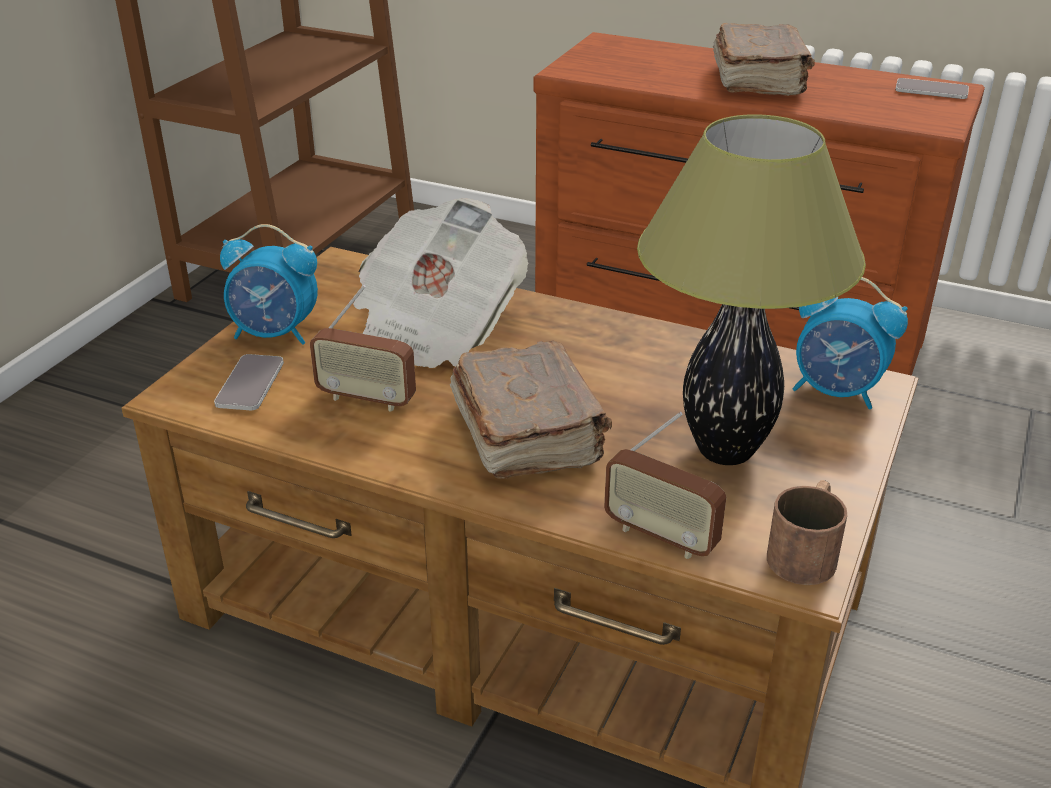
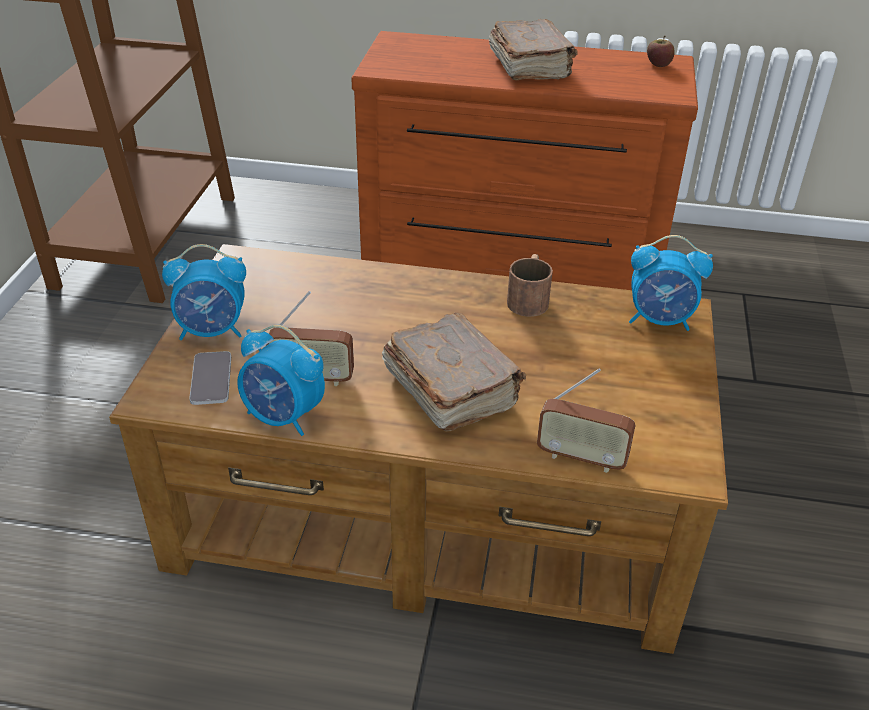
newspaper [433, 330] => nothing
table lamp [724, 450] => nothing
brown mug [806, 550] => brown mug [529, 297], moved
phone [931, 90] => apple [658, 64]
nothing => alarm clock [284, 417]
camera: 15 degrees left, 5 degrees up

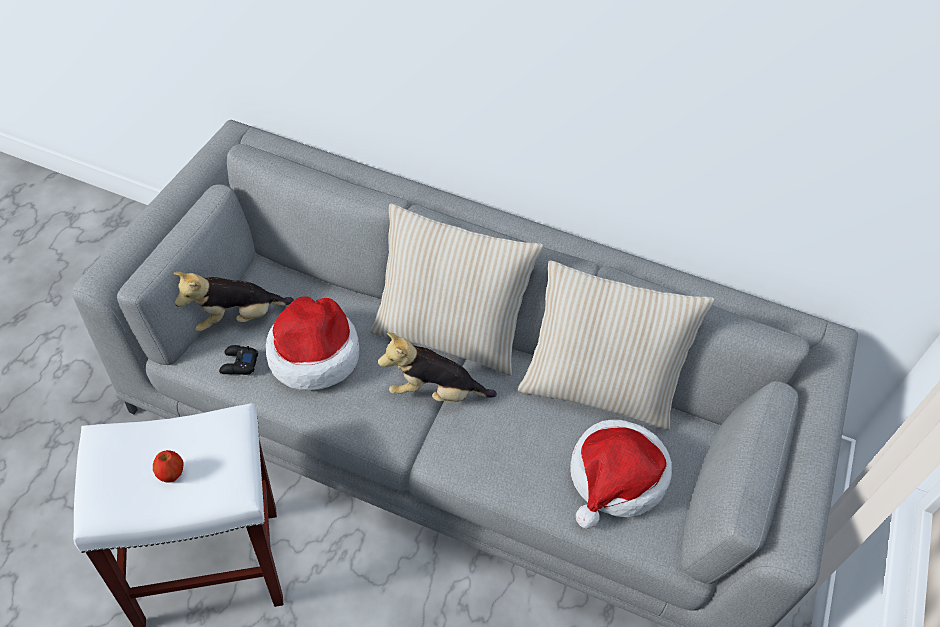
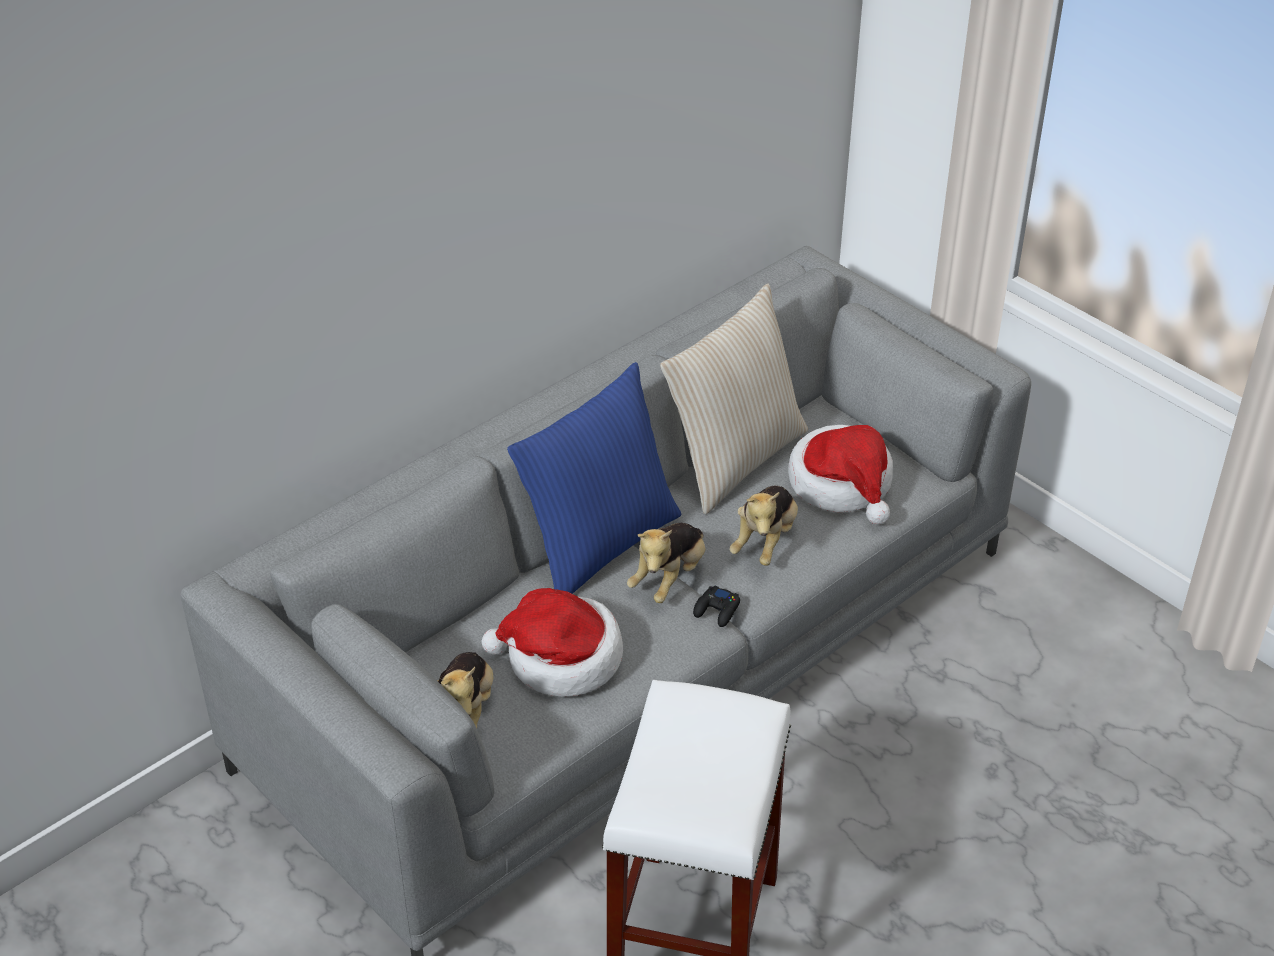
apple [171, 474] => nothing
black game controller [238, 364] => black game controller [717, 610], moved
beige pillow [448, 335] => blue pillow [598, 544]
nothing => plush toy [765, 541]
camera: 60 degrees left, 10 degrees down

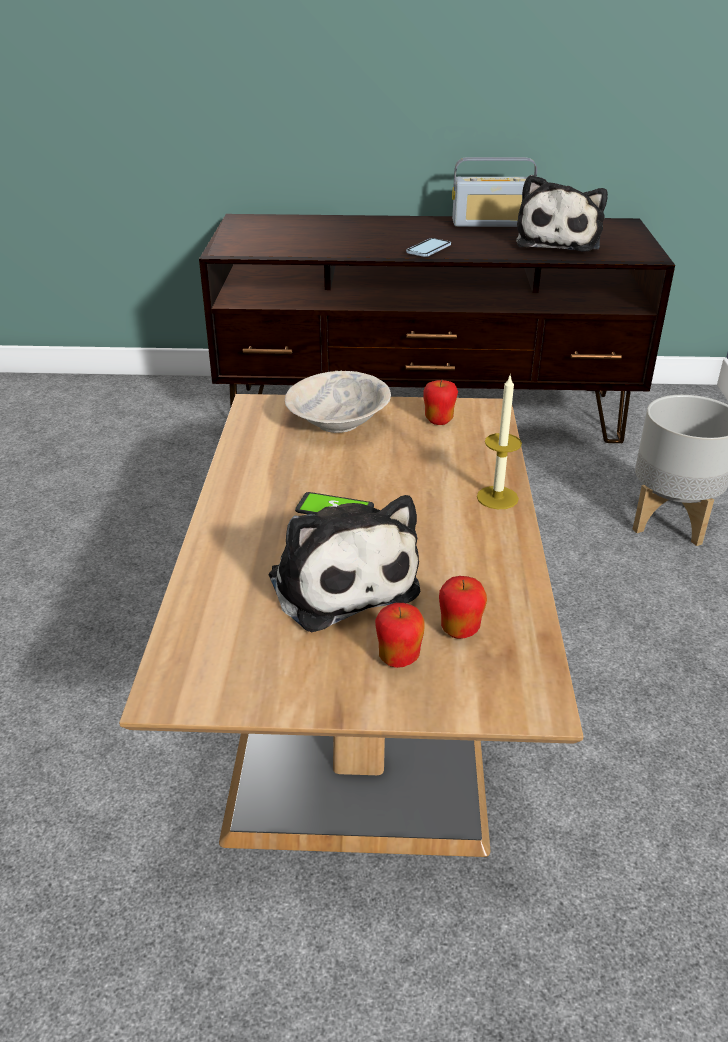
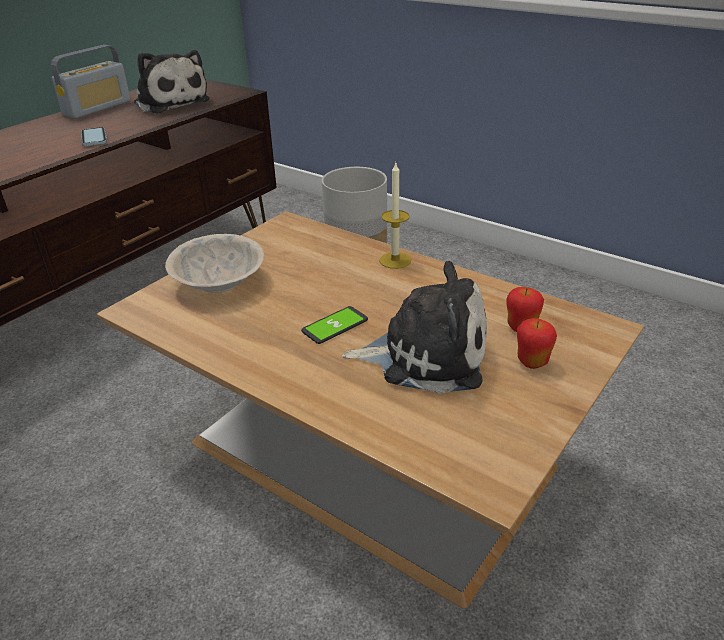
apple [439, 420] => nothing
camera: 55 degrees left, 0 degrees up

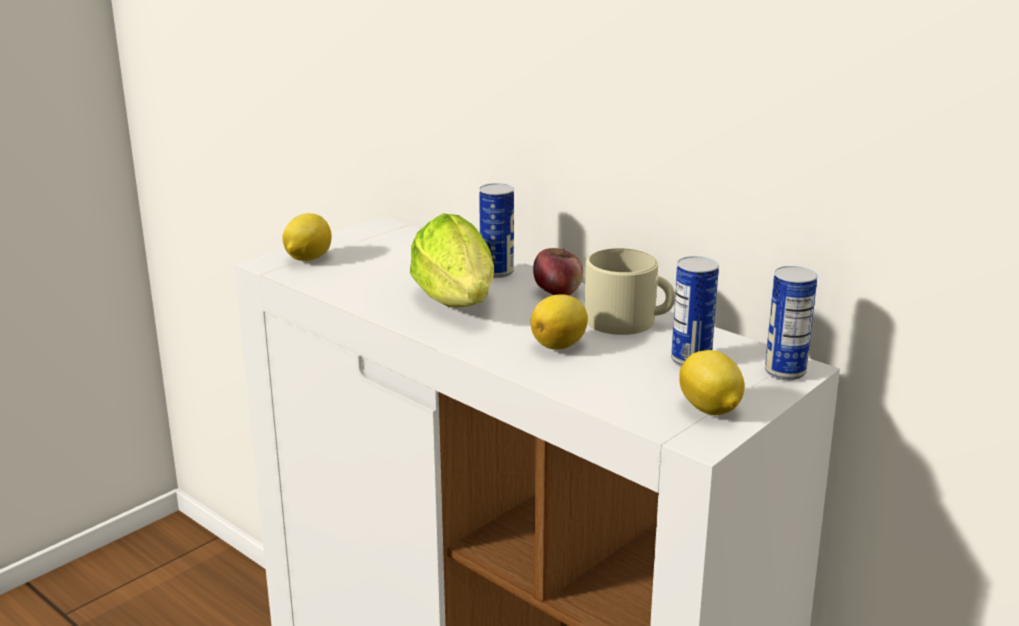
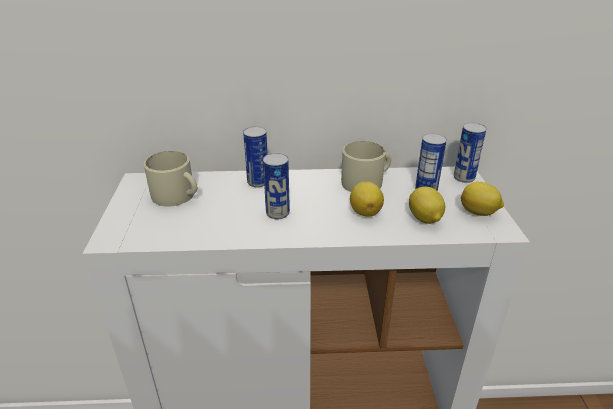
lemon [307, 259] => lemon [424, 219], moved
lettuce [459, 306] => can [277, 213]
apple [558, 292] => nothing
nothing => beige mug [177, 196]
camera: 45 degrees left, 10 degrees up

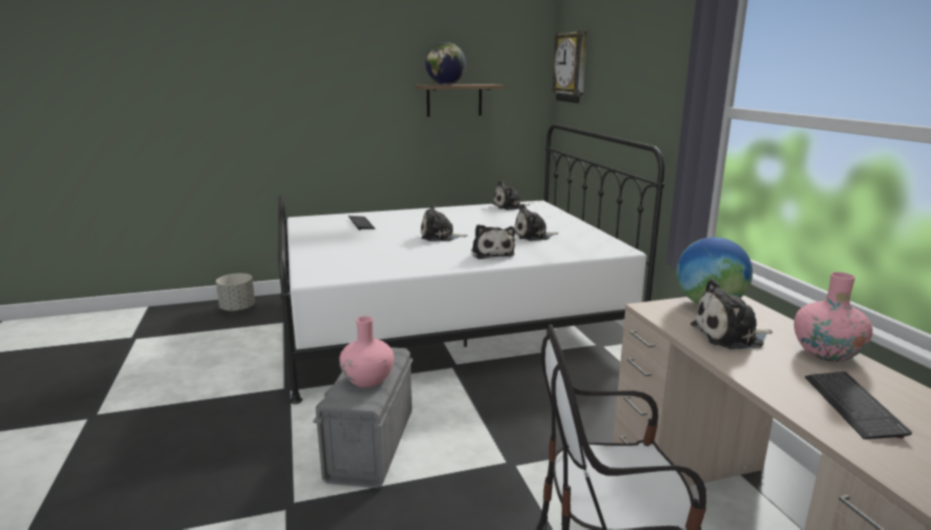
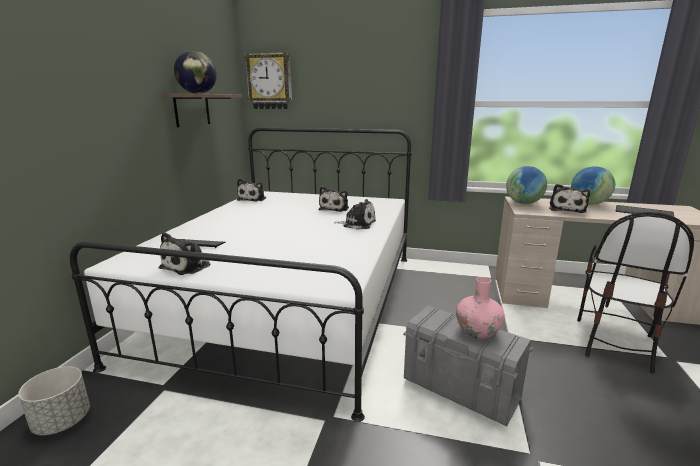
plush toy [440, 237] => plush toy [188, 266], moved
pink vase [826, 353] => globe [588, 203]
camera: 60 degrees left, 0 degrees up

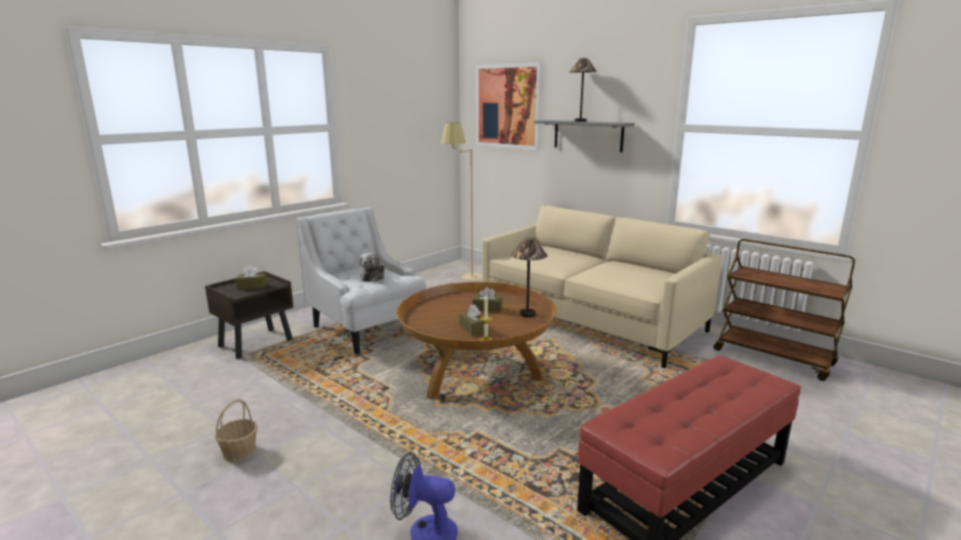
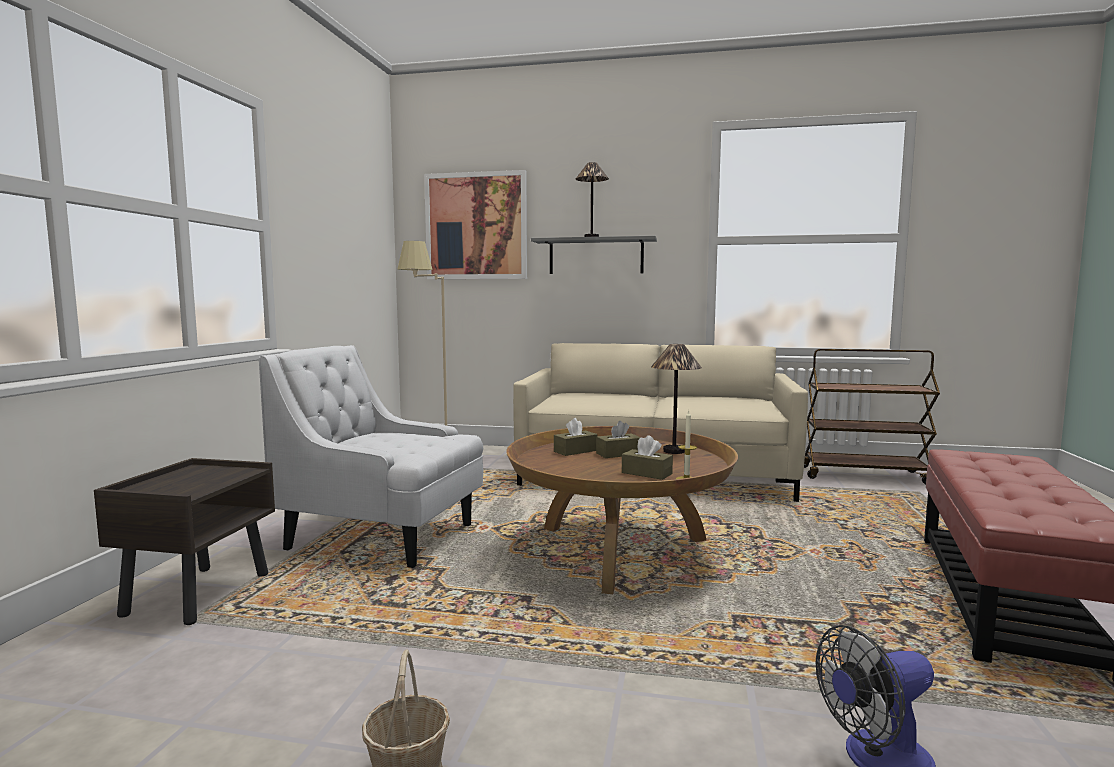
brown tissue box [252, 286] => brown tissue box [575, 451], moved
plush toy [373, 277] => nothing
camera: 30 degrees left, 10 degrees down

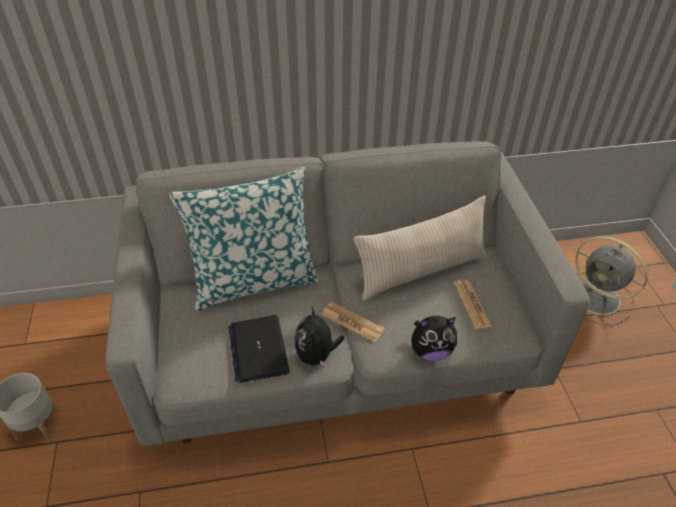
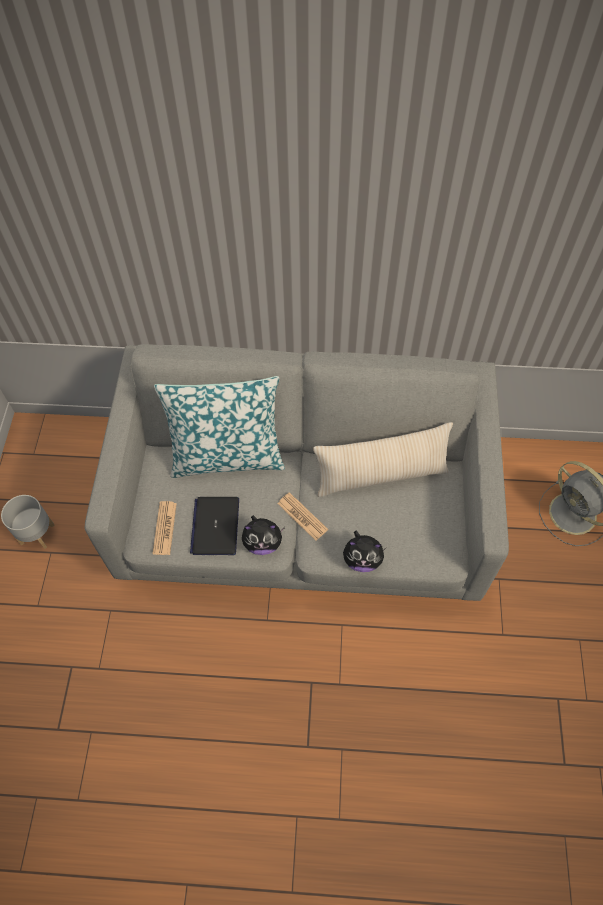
plush toy [316, 356] => plush toy [263, 543], 105 degrees counterclockwise
newspaper [472, 304] => newspaper [165, 528], moved
camera: 15 degrees right, 15 degrees up

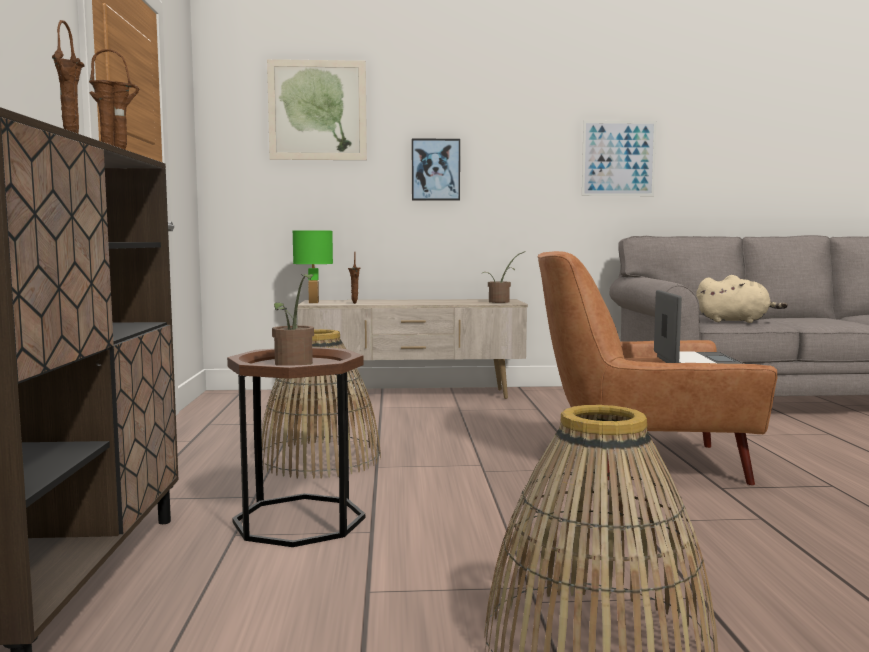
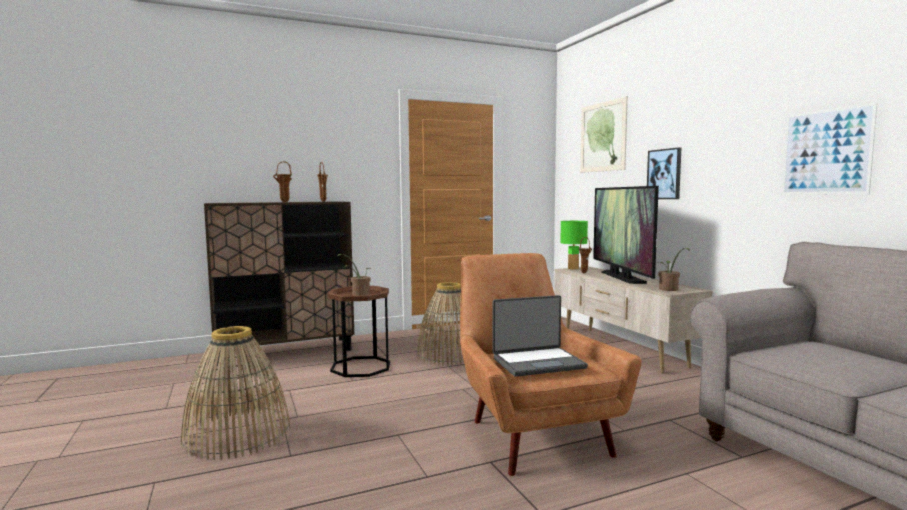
beige plush toy [735, 321] => nothing
nothing => television [621, 277]
camera: 70 degrees right, 0 degrees up

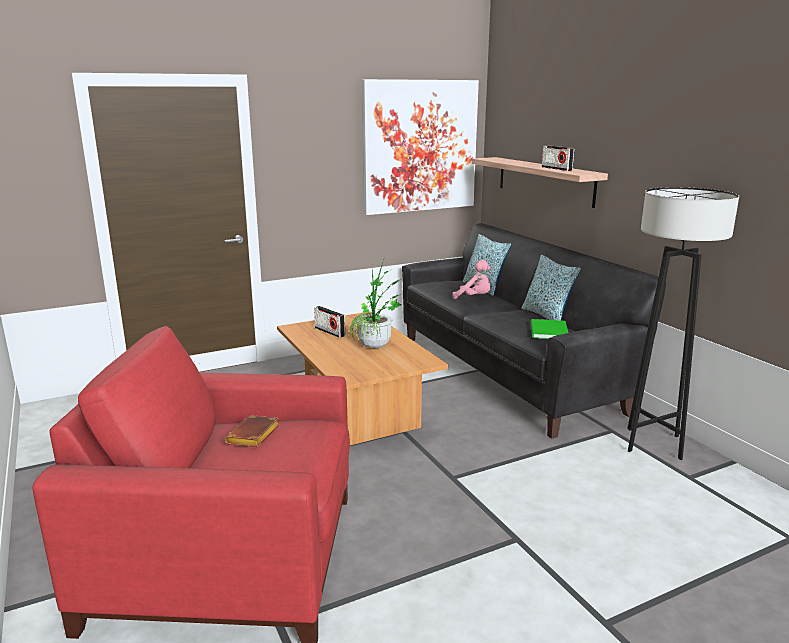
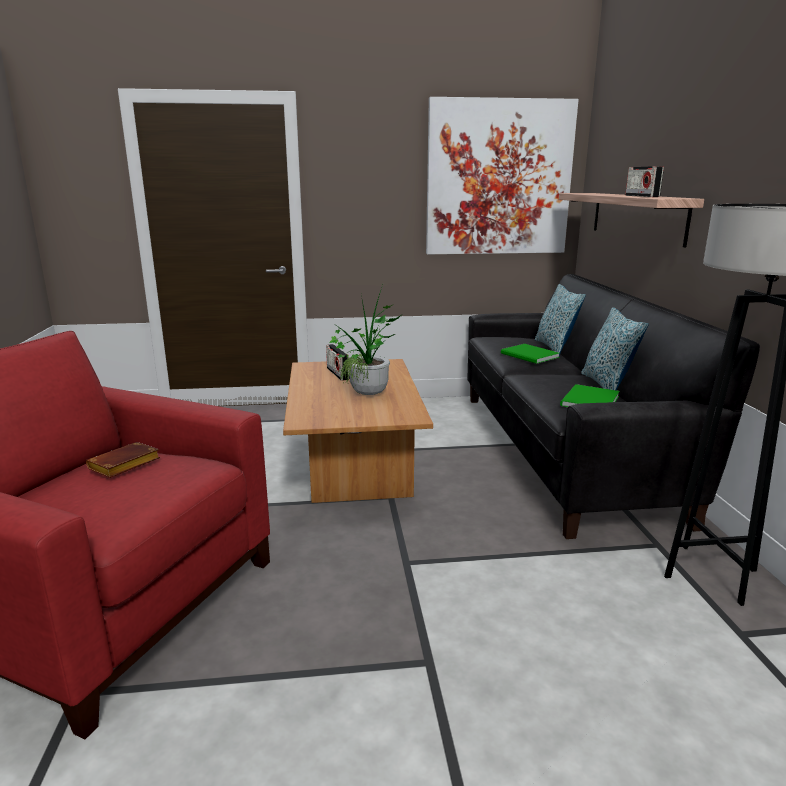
pink plush toy [474, 298] => green book [530, 356]
camera: 20 degrees right, 0 degrees up

